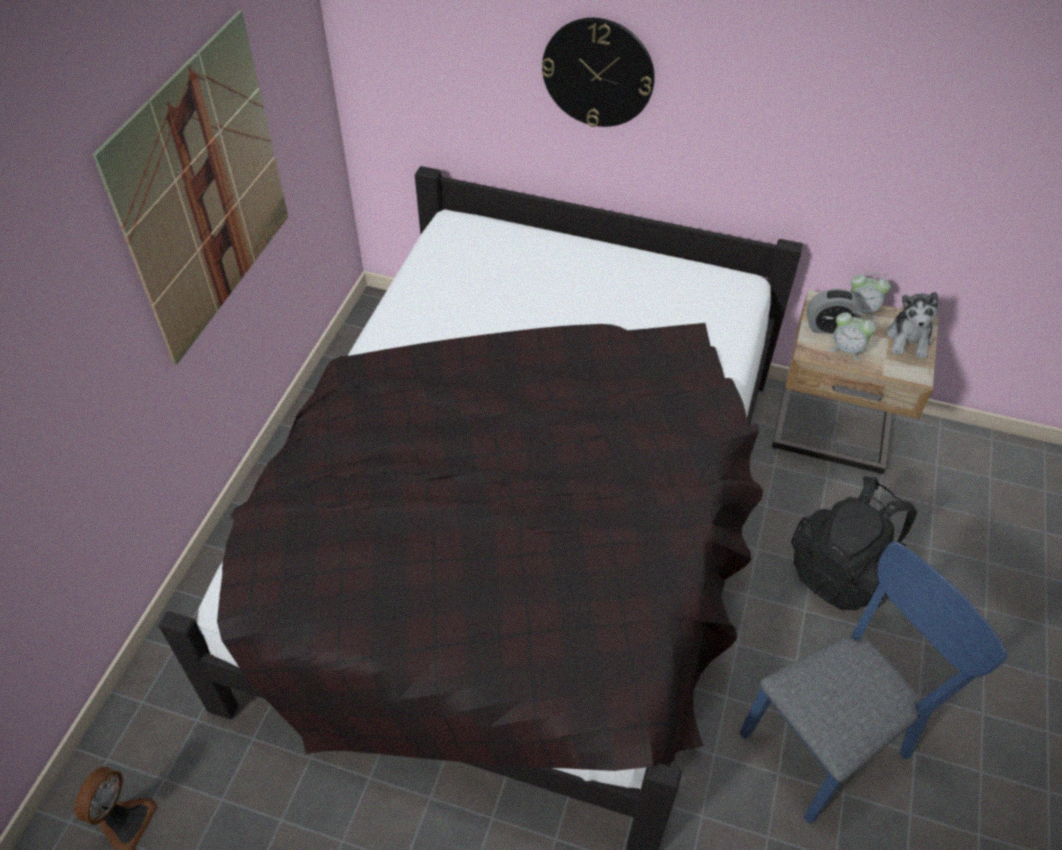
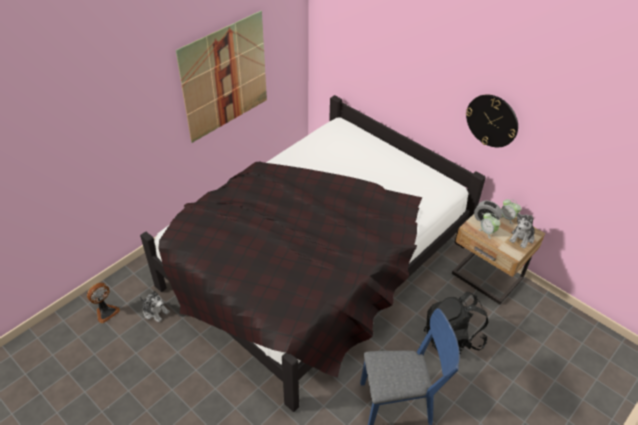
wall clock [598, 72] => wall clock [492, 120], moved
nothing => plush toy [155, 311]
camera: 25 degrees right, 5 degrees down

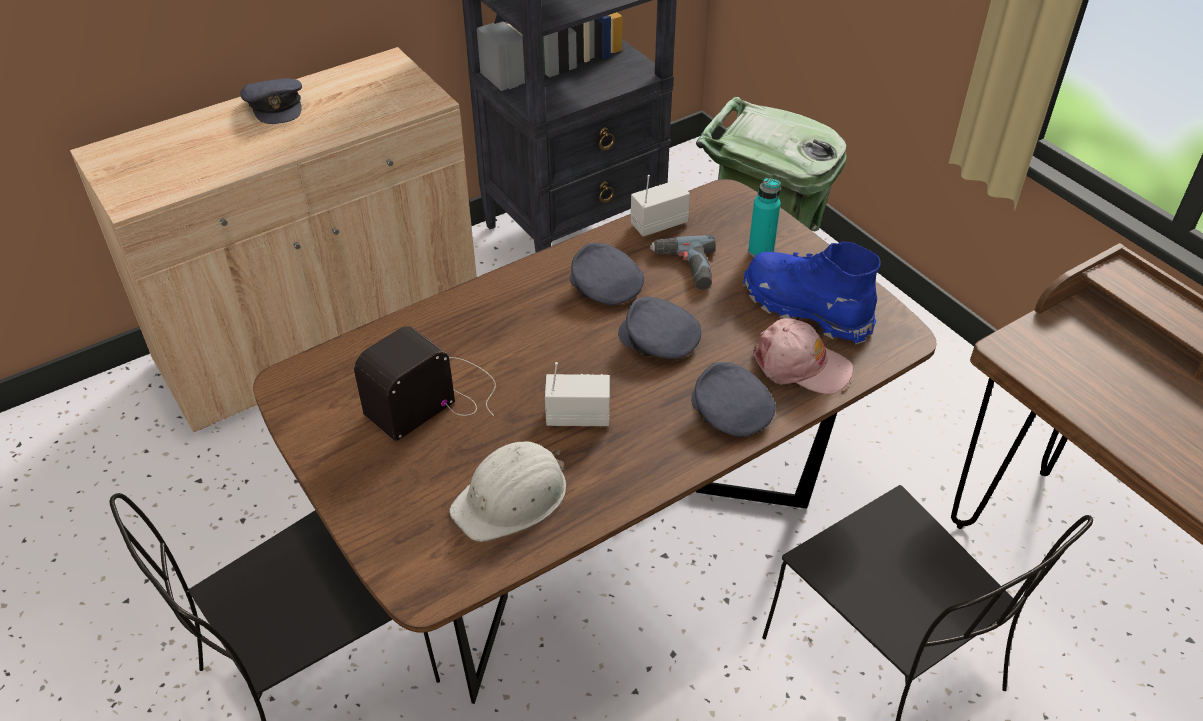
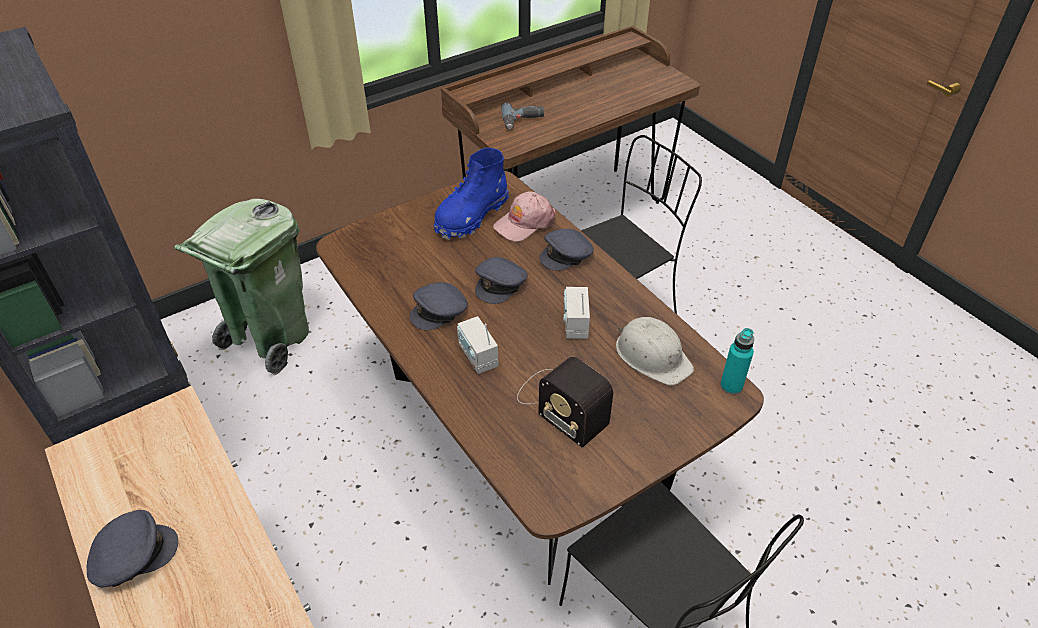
radio [658, 224] => radio [478, 357], moved
power drill [685, 268] => power drill [523, 121], moved
turquoise bottle [760, 251] => turquoise bottle [731, 386], moved
pink cap [800, 365] => pink cap [524, 223], 150 degrees counterclockwise
camera: 90 degrees left, 0 degrees up

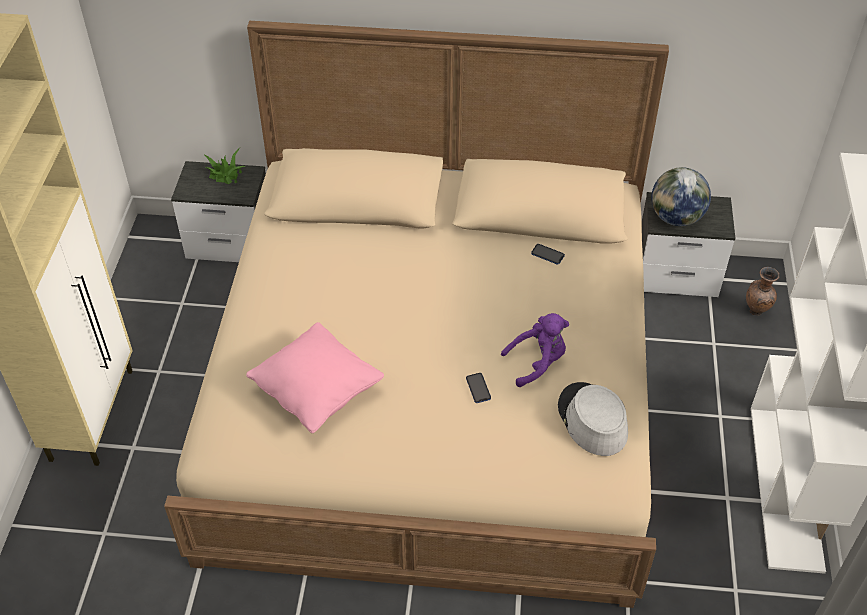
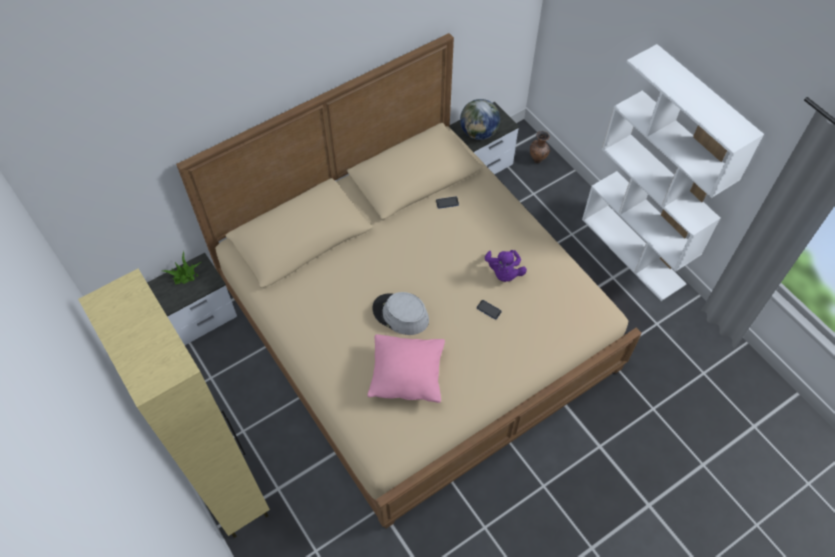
purple plush toy [537, 363] => purple plush toy [504, 272], 150 degrees clockwise
grey hat [592, 420] => grey hat [400, 314], moved
camera: 40 degrees left, 10 degrees up

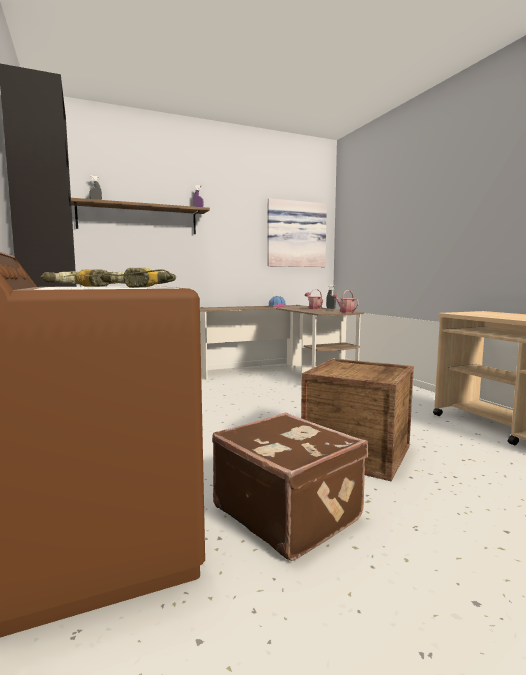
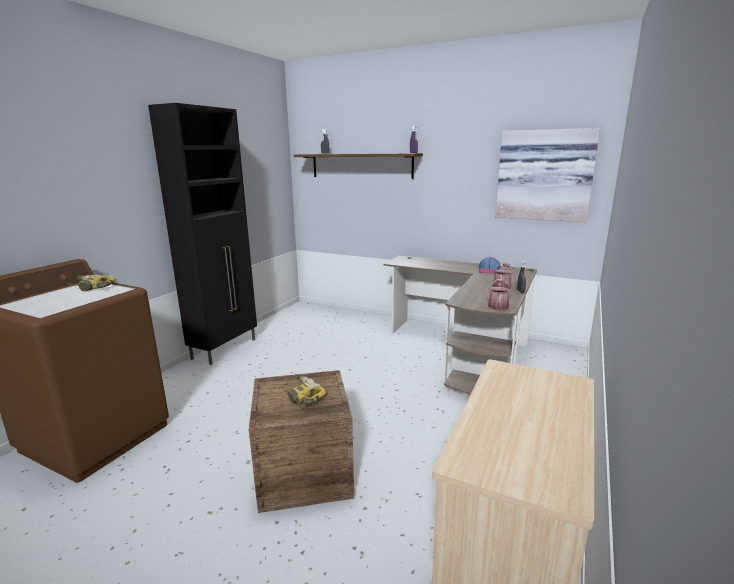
power drill [135, 287] => power drill [301, 395], moved
brown suitcase [288, 512] => nothing
camera: 50 degrees right, 10 degrees up

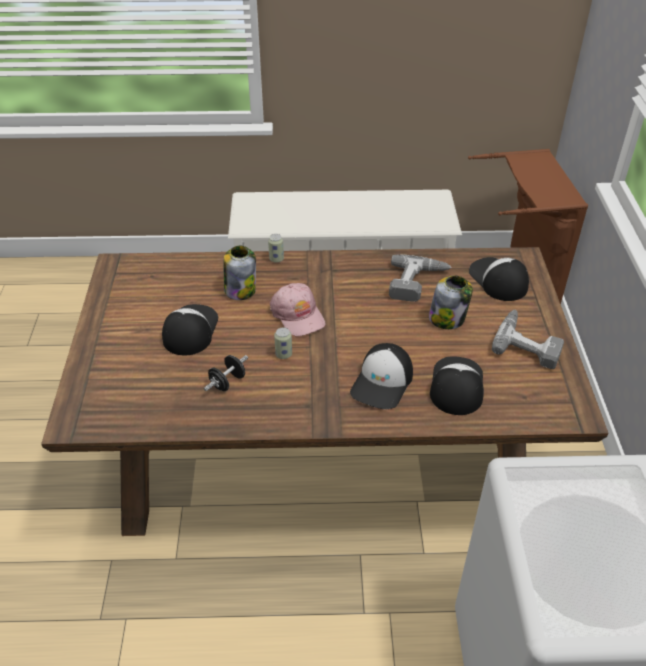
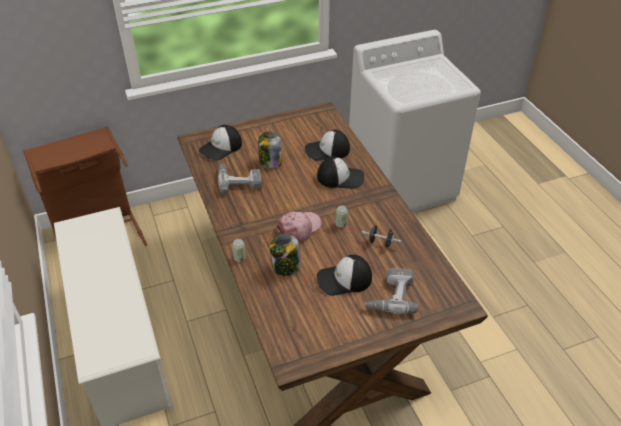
power drill [528, 343] => power drill [390, 295], moved
camera: 110 degrees left, 0 degrees up

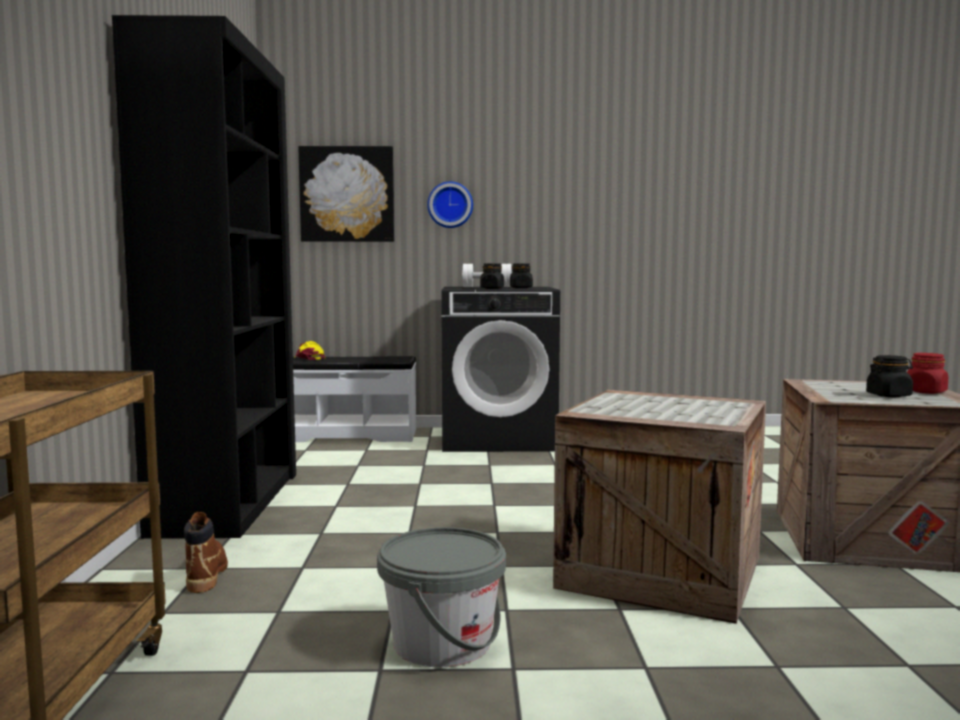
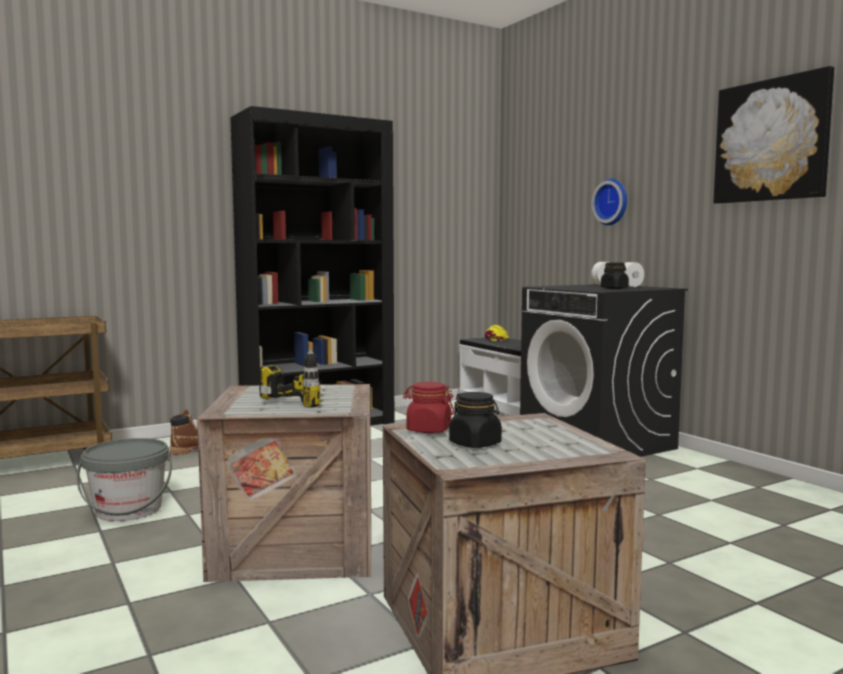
picture [347, 194] => picture [771, 140], moved
black jar [492, 288] => nothing
red jar [925, 392] => red jar [428, 430], moved
nothing => power drill [305, 400]
camera: 60 degrees right, 0 degrees up

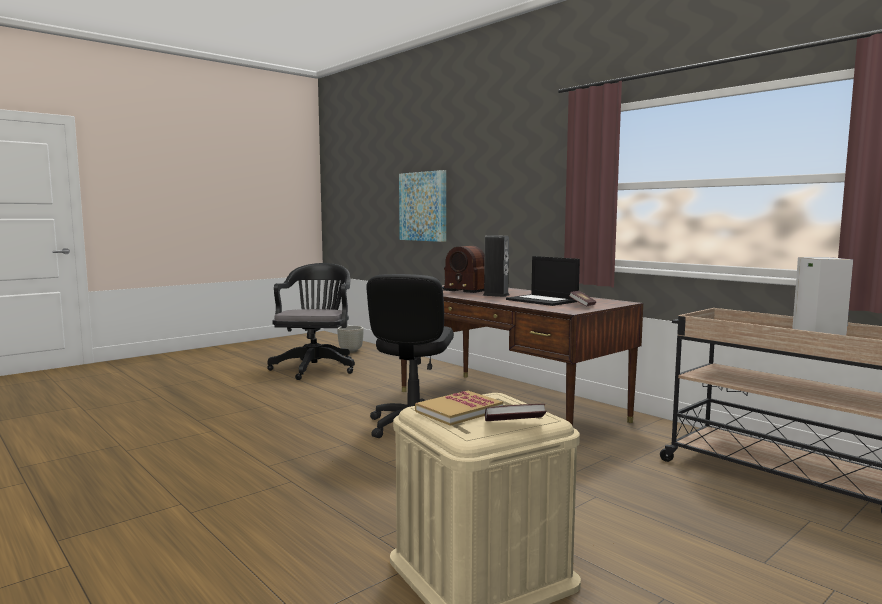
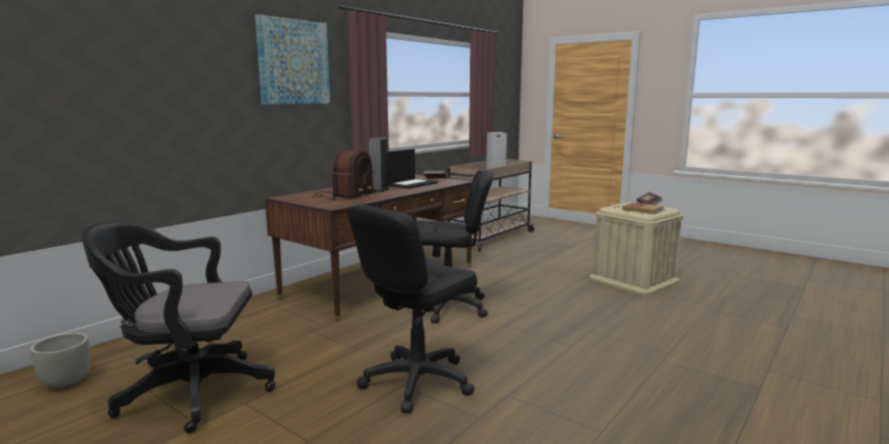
picture [423, 206] => picture [293, 62], moved
nothing => black office chair [417, 381]
camera: 100 degrees left, 5 degrees up

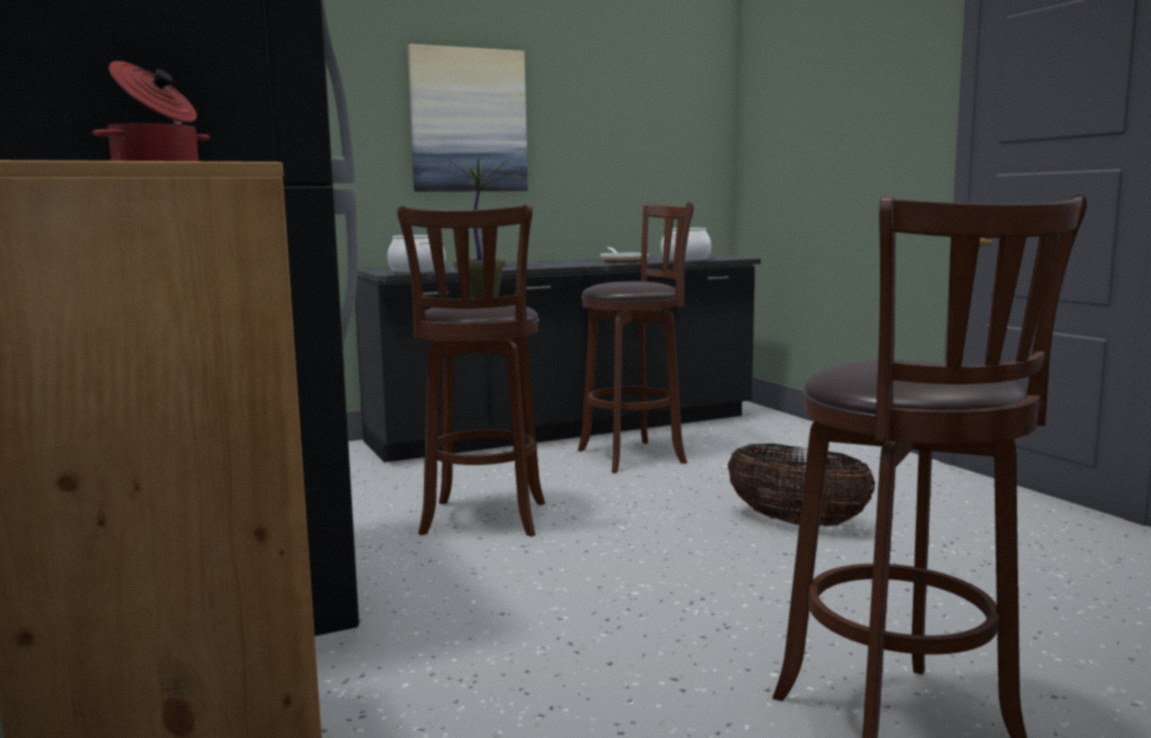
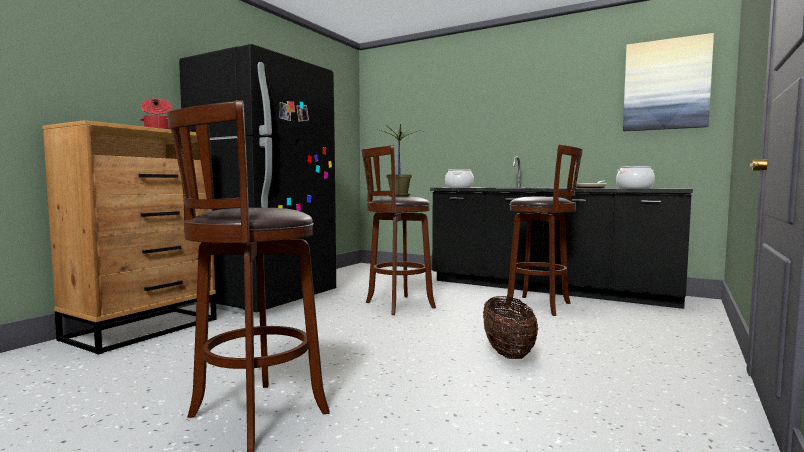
picture [468, 121] => picture [666, 85], moved
camera: 55 degrees right, 5 degrees down

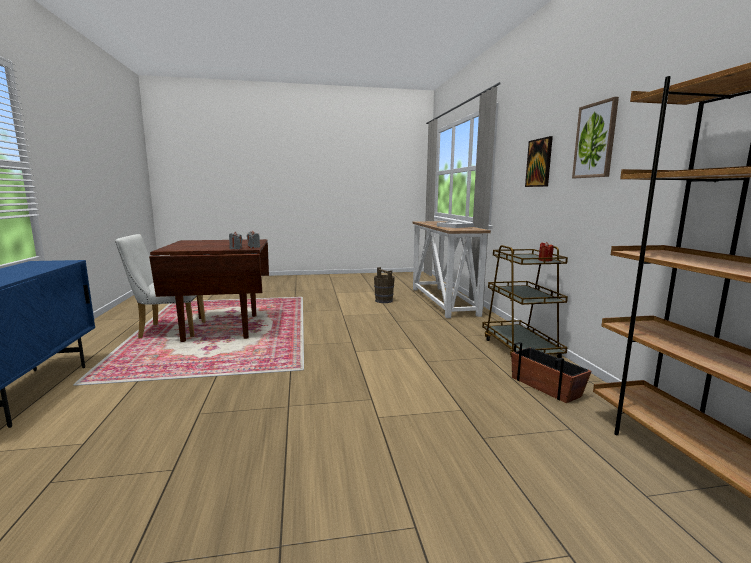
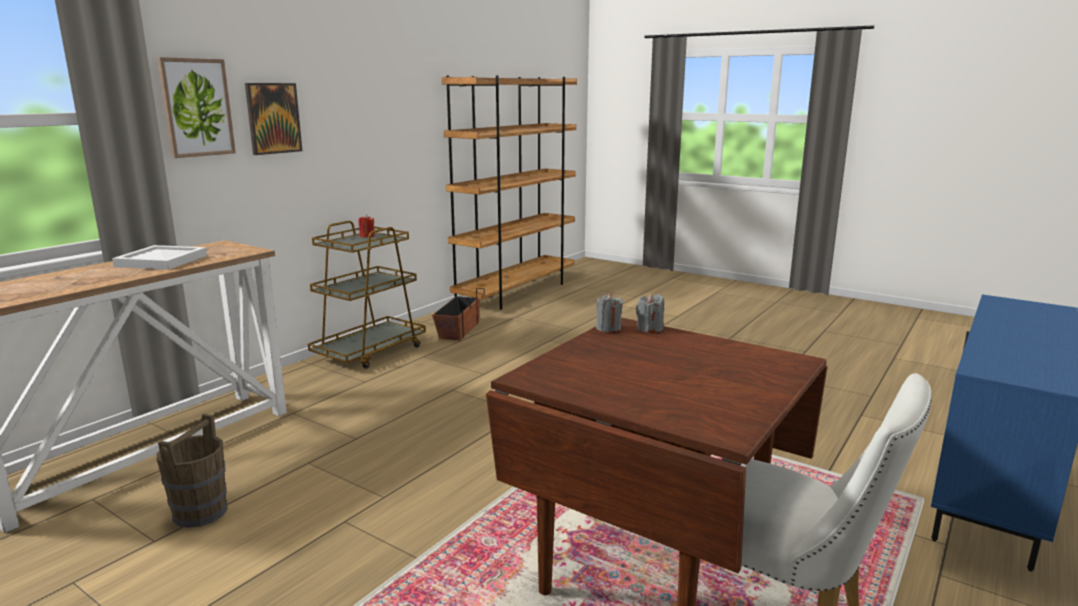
picture [595, 140] => picture [196, 107], moved
camera: 135 degrees left, 5 degrees up

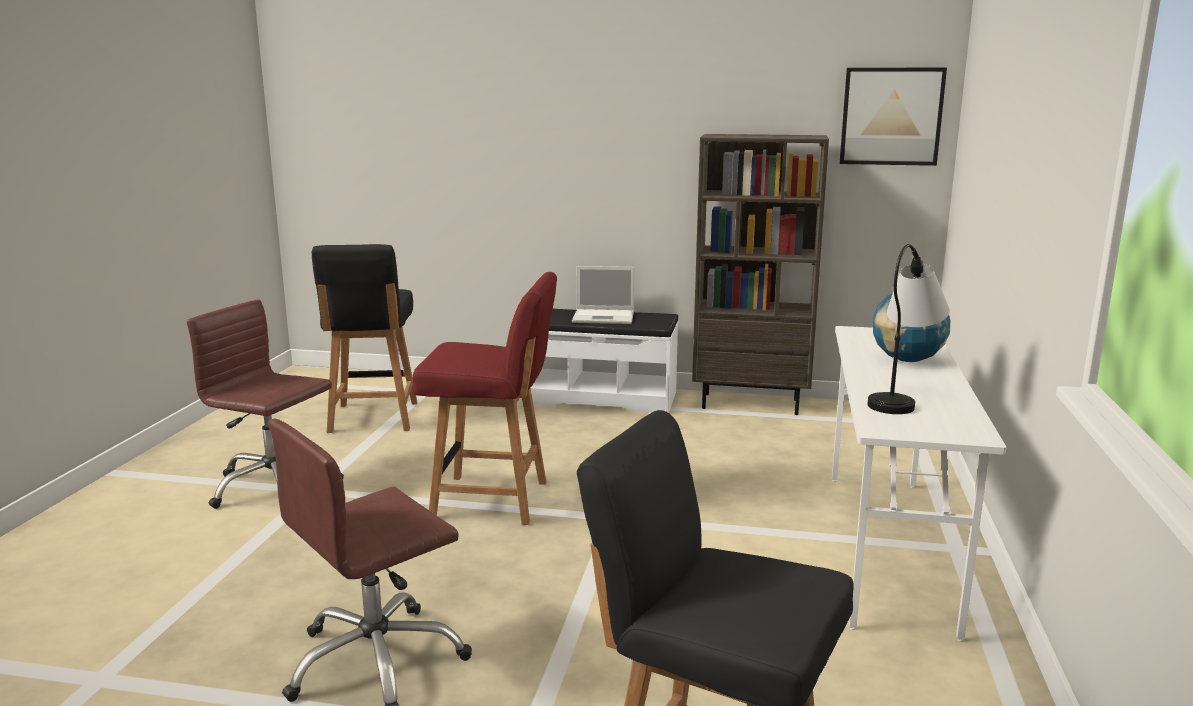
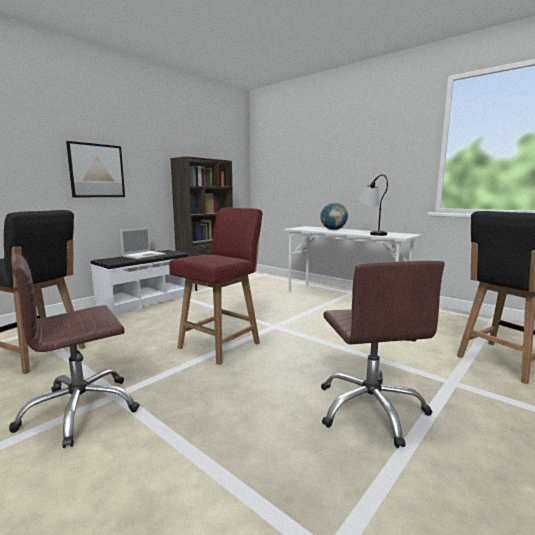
picture [891, 116] => picture [96, 171], moved
camera: 60 degrees left, 5 degrees down

